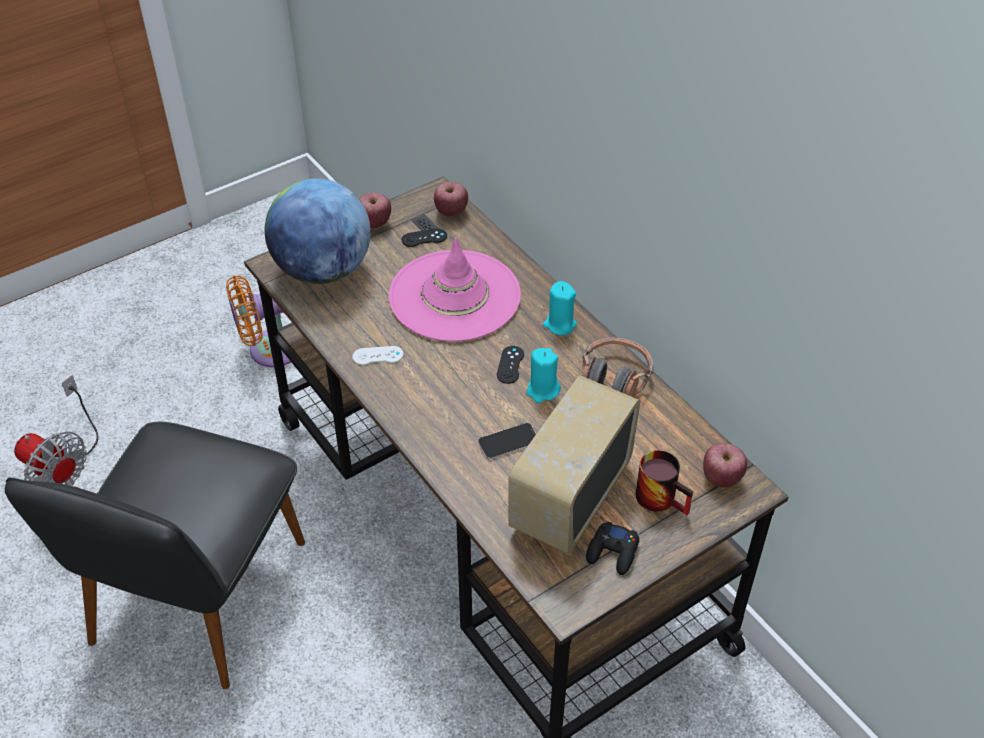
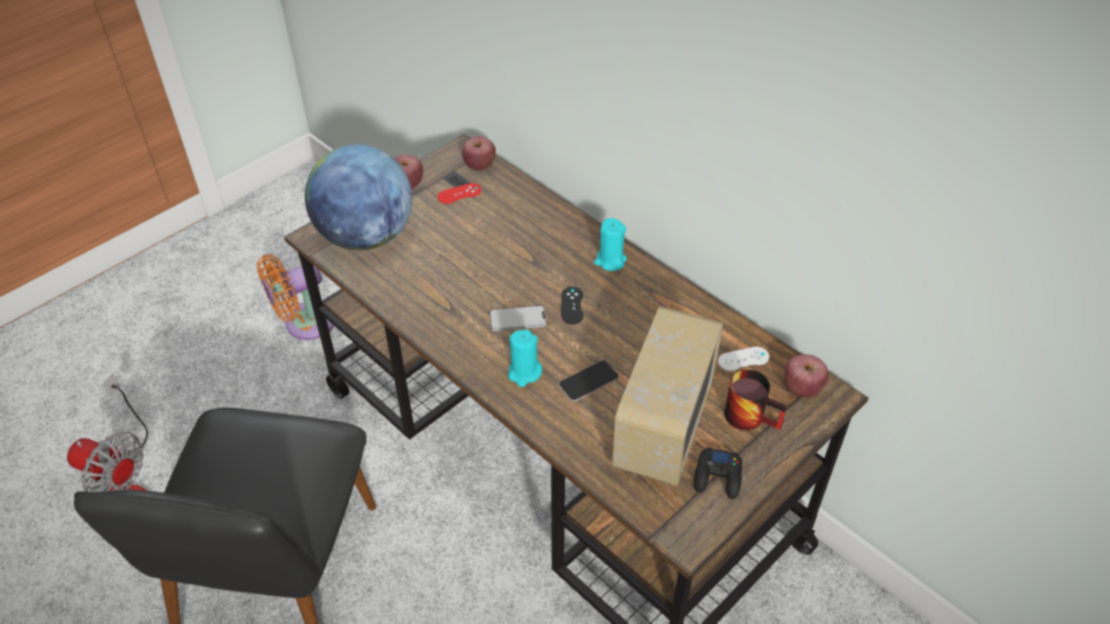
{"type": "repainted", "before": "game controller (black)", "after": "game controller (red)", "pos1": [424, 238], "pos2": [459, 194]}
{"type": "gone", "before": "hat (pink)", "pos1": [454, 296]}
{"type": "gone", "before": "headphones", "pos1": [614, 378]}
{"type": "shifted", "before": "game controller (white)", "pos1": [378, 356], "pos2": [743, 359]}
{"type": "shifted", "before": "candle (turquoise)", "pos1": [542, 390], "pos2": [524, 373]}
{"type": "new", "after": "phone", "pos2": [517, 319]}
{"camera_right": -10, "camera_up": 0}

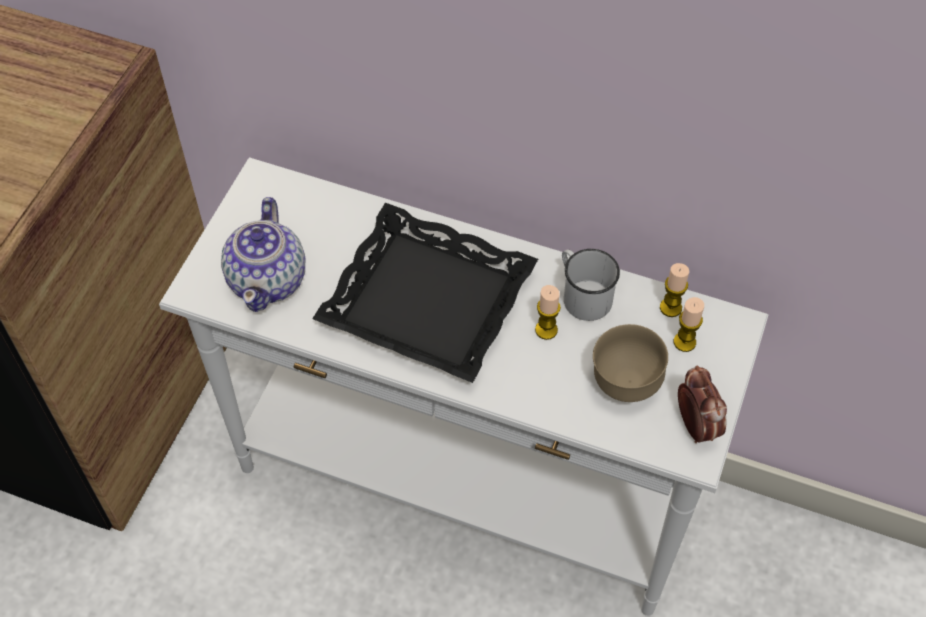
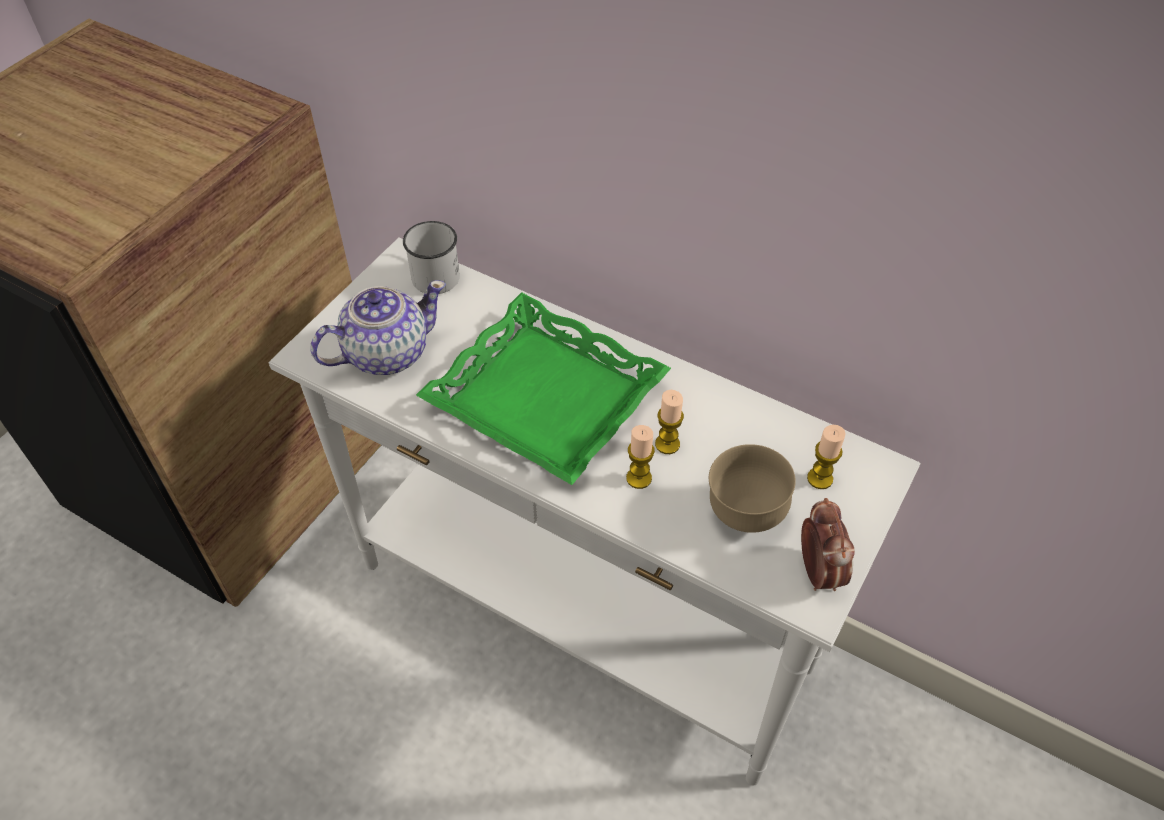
{"type": "rotated", "before": "teapot", "pos1": [268, 279], "pos2": [385, 353], "turn": -135}
{"type": "repainted", "before": "tray (black)", "after": "tray (green)", "pos1": [426, 302], "pos2": [544, 398]}
{"type": "shifted", "before": "mug (white)", "pos1": [582, 295], "pos2": [433, 272]}
{"type": "shifted", "before": "candle", "pos1": [670, 308], "pos2": [639, 478]}
{"camera_right": 10, "camera_up": -5}

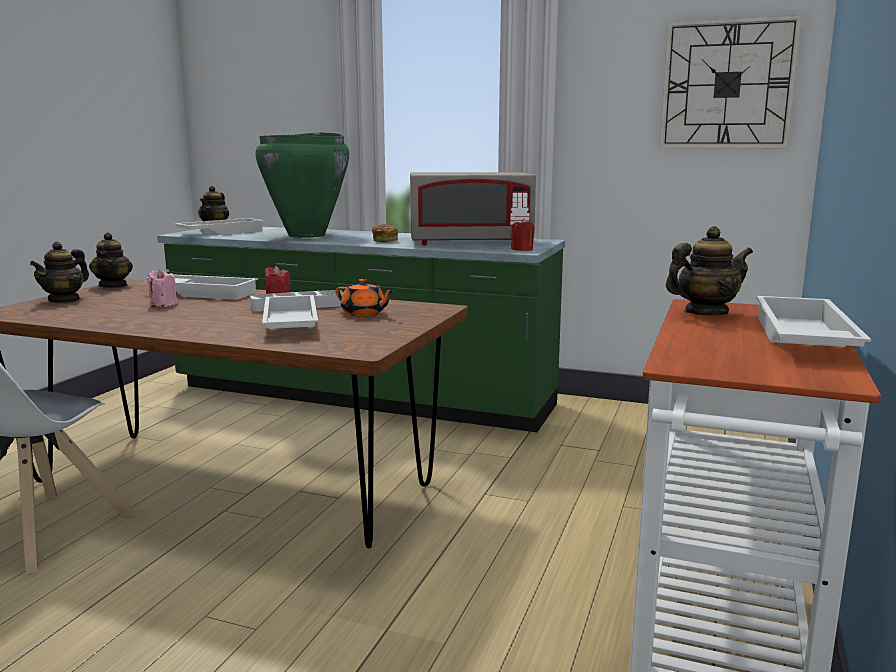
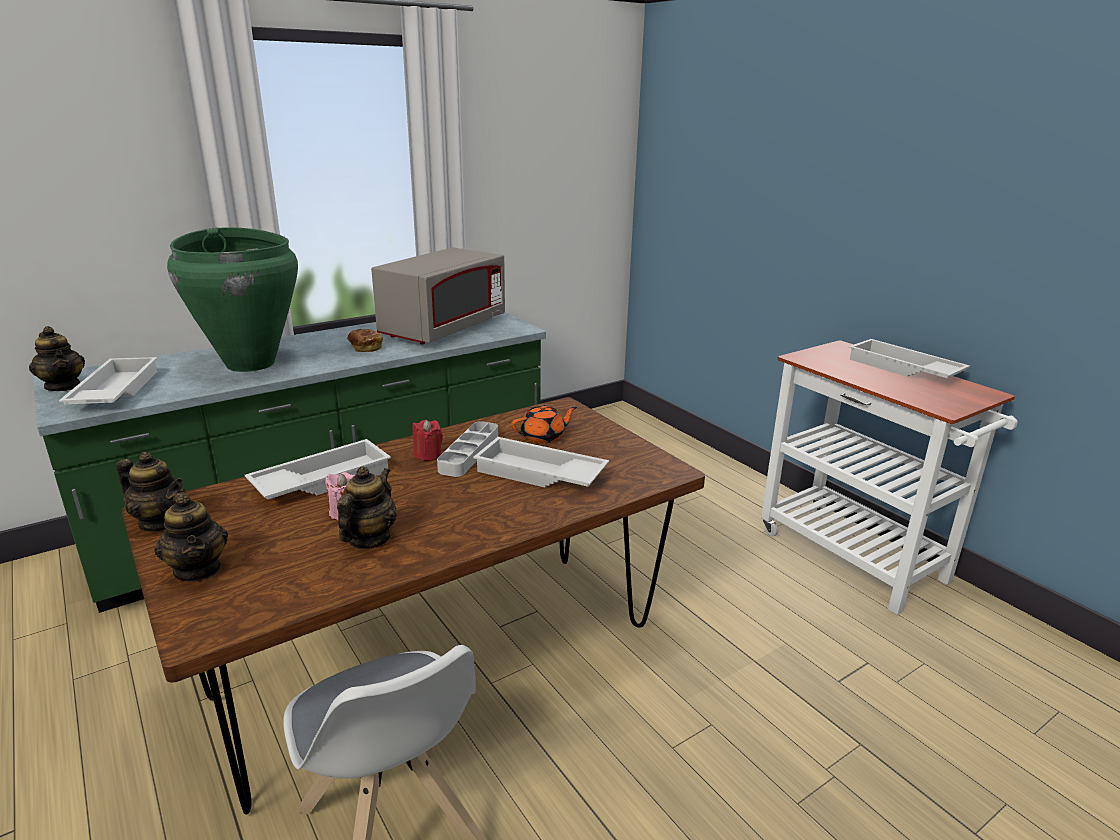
{"type": "gone", "before": "wall clock", "pos1": [727, 85]}
{"type": "gone", "before": "candle (red)", "pos1": [522, 249]}
{"type": "shifted", "before": "teapot", "pos1": [705, 313], "pos2": [369, 539]}
{"camera_right": -55, "camera_up": 10}

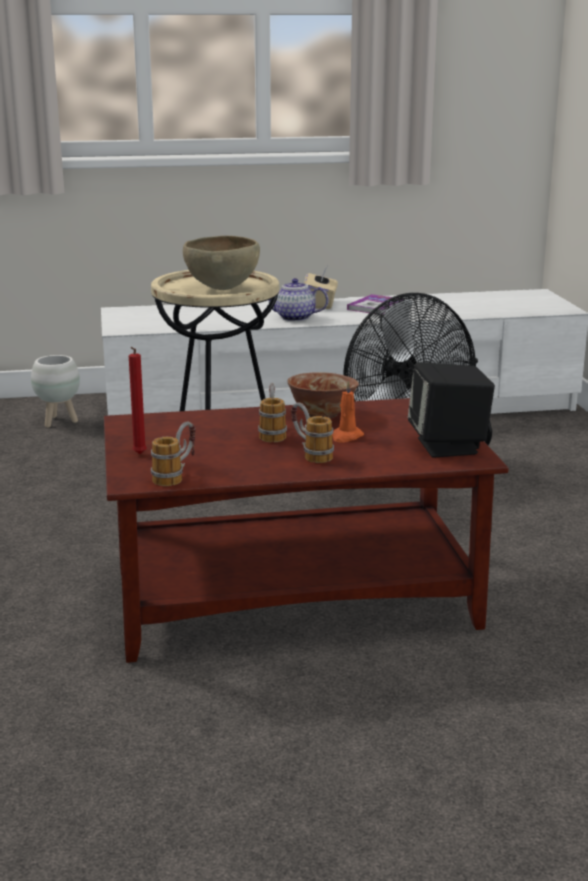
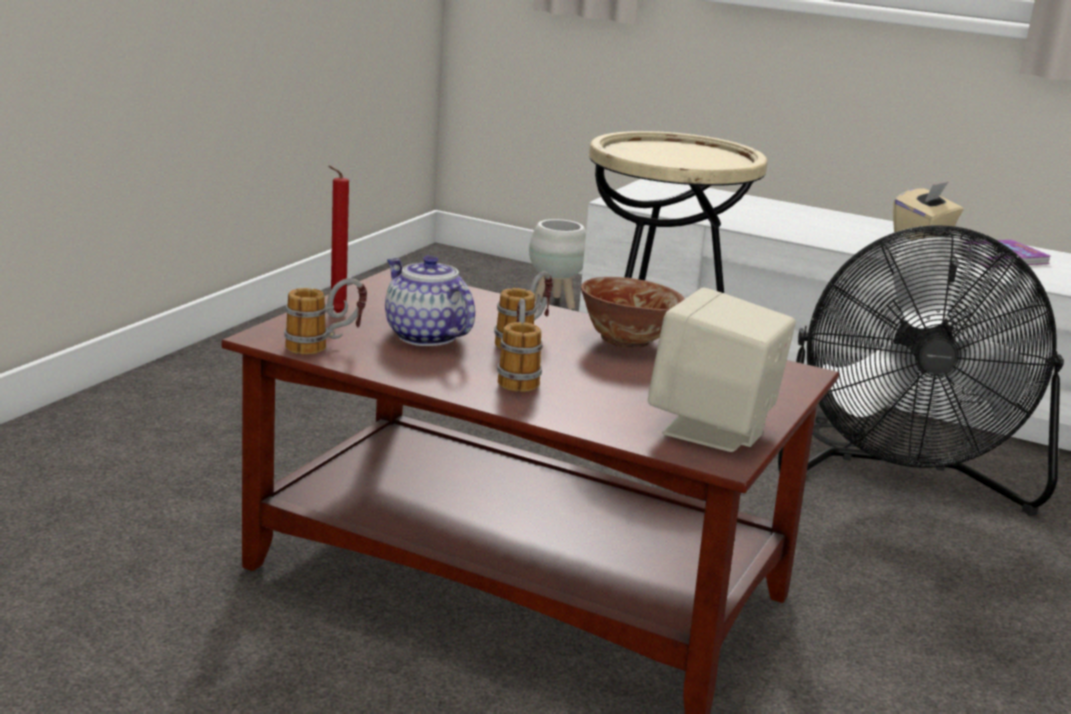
{"type": "gone", "before": "bowl (brown)", "pos1": [222, 289]}
{"type": "shifted", "before": "teapot", "pos1": [294, 318], "pos2": [424, 336]}
{"type": "repainted", "before": "speaker (black)", "after": "speaker (beige)", "pos1": [448, 446], "pos2": [713, 430]}
{"type": "gone", "before": "candle (orange)", "pos1": [346, 437]}
{"camera_right": 35, "camera_up": 0}

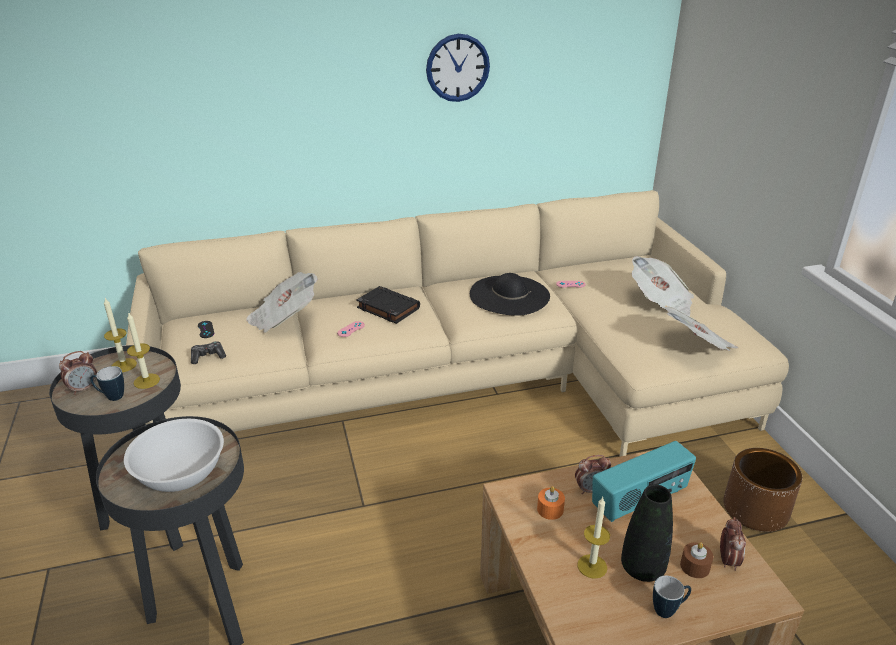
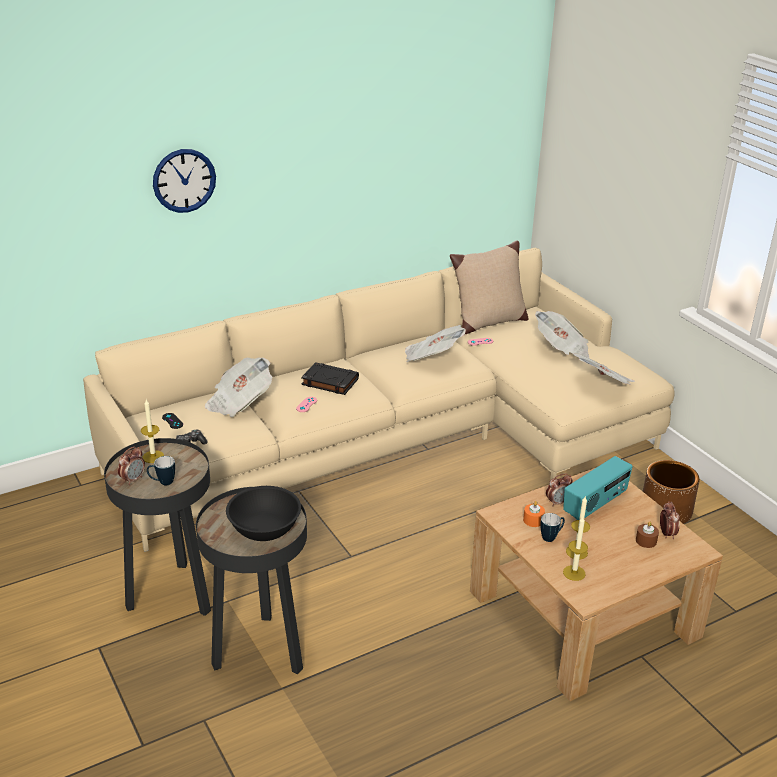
{"type": "shifted", "before": "wall clock", "pos1": [457, 68], "pos2": [184, 180]}
{"type": "swapped", "before": "hat (black)", "after": "newspaper", "pos1": [509, 295], "pos2": [432, 358]}
{"type": "shifted", "before": "candle", "pos1": [146, 381], "pos2": [574, 573]}
{"type": "repainted", "before": "bowl (white)", "after": "bowl (black)", "pos1": [180, 474], "pos2": [264, 529]}
{"type": "gone", "before": "vase (black)", "pos1": [642, 568]}
{"type": "shifted", "before": "mug", "pos1": [668, 610], "pos2": [551, 537]}
{"type": "new", "after": "pillow (beige)", "pos2": [488, 322]}
{"camera_right": -15, "camera_up": 0}

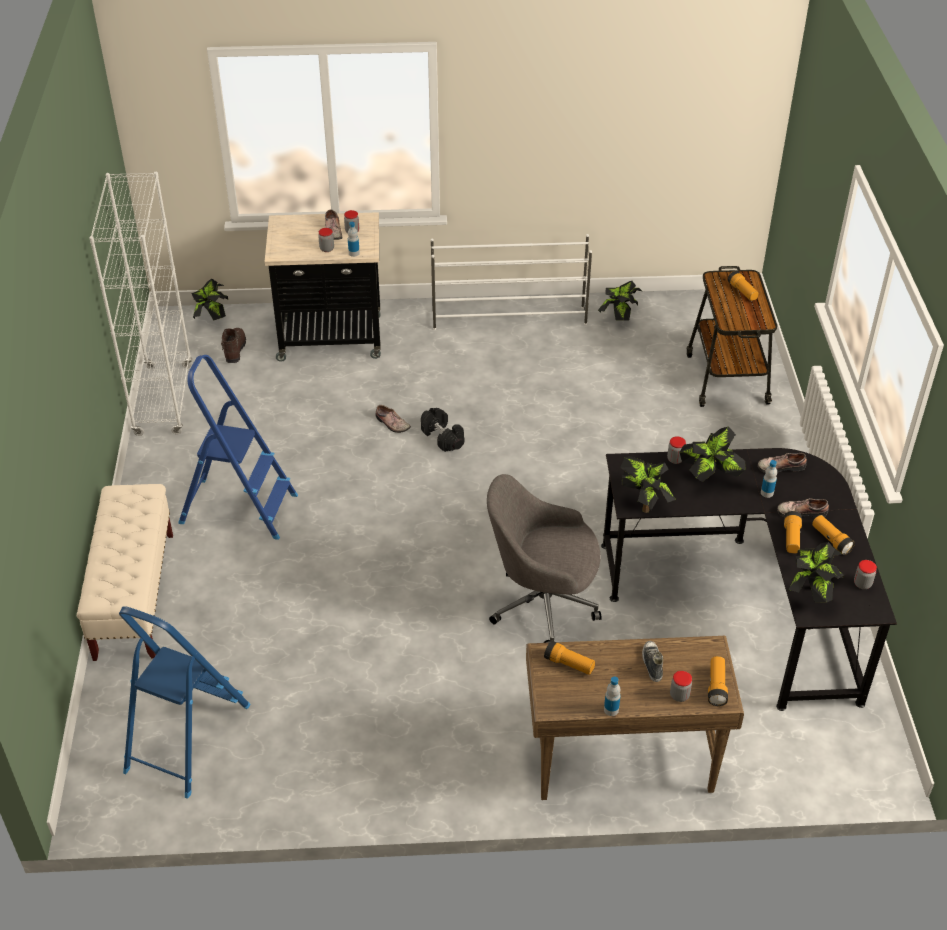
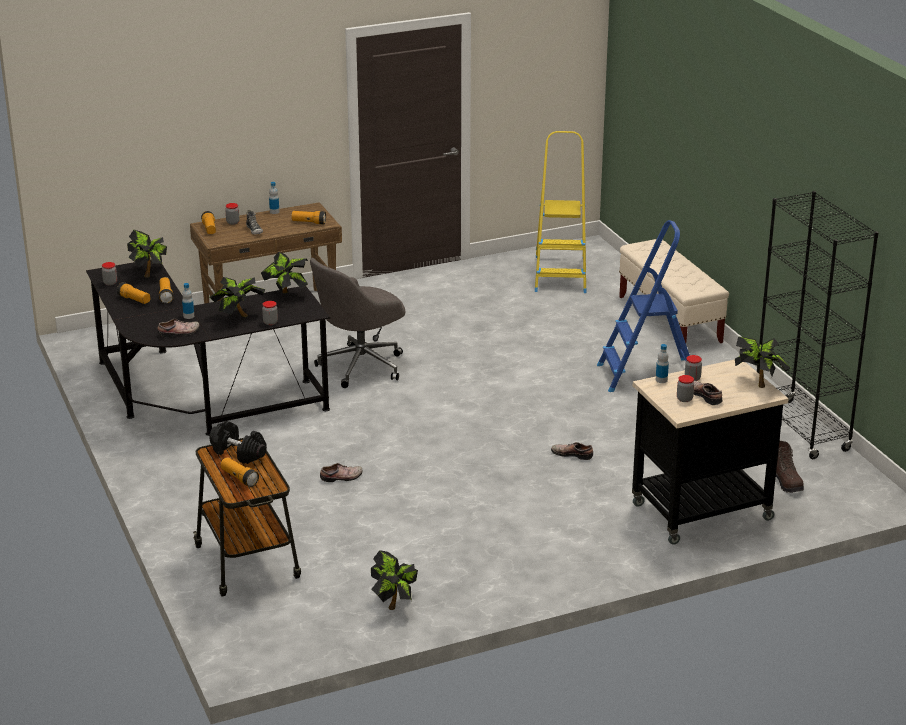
{"type": "repainted", "before": "bookcase (white)", "after": "bookcase (black)", "pos1": [164, 400], "pos2": [801, 430]}
{"type": "gone", "before": "shoe rack (white)", "pos1": [510, 318]}
{"type": "shifted", "before": "potted plant", "pos1": [212, 318], "pos2": [758, 382]}
{"type": "shifted", "before": "dumbbell (black)", "pos1": [443, 437], "pos2": [238, 453]}
{"type": "rotated", "before": "office chair (grey)", "pos1": [542, 607], "pos2": [360, 367], "turn": 150}
{"type": "shifted", "before": "shoe", "pos1": [801, 511], "pos2": [342, 477]}
{"type": "repainted", "before": "step ladder (blue)", "after": "step ladder (yellow)", "pos1": [189, 736], "pos2": [560, 274]}
{"camera_right": 160, "camera_up": -15}

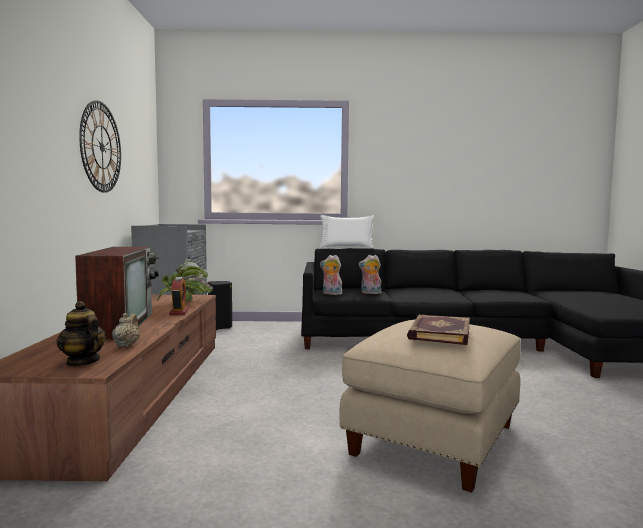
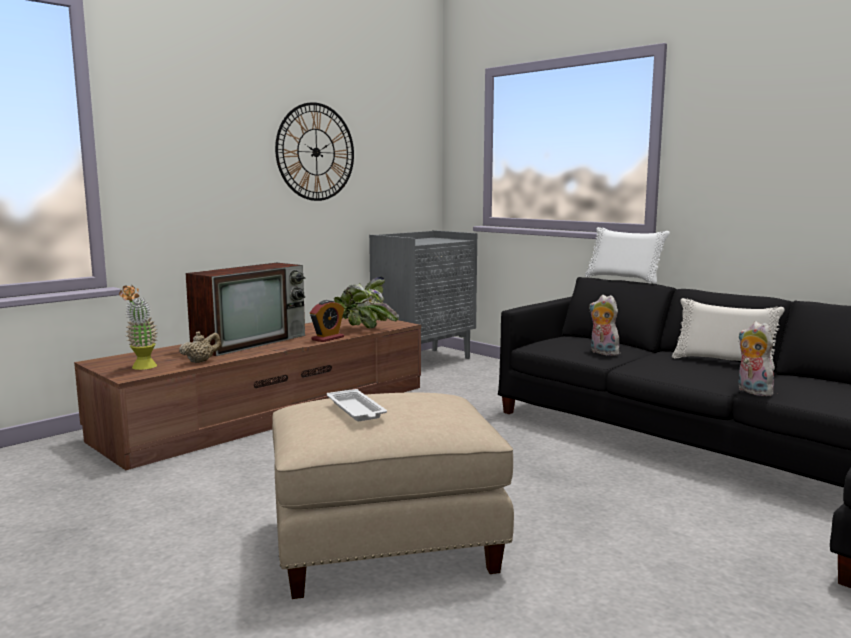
{"type": "shifted", "before": "plush toy", "pos1": [331, 294], "pos2": [751, 391]}
{"type": "gone", "before": "speaker (black)", "pos1": [220, 327]}
{"type": "swapped", "before": "teapot", "after": "potted plant", "pos1": [82, 362], "pos2": [142, 368]}
{"type": "swapped", "before": "book", "after": "tray (white)", "pos1": [438, 332], "pos2": [356, 410]}
{"type": "new", "after": "pillow (white)", "pos2": [723, 362]}
{"camera_right": 45, "camera_up": 5}

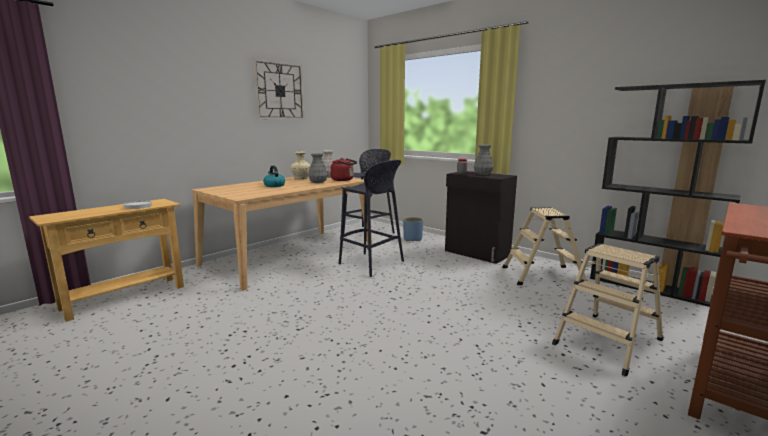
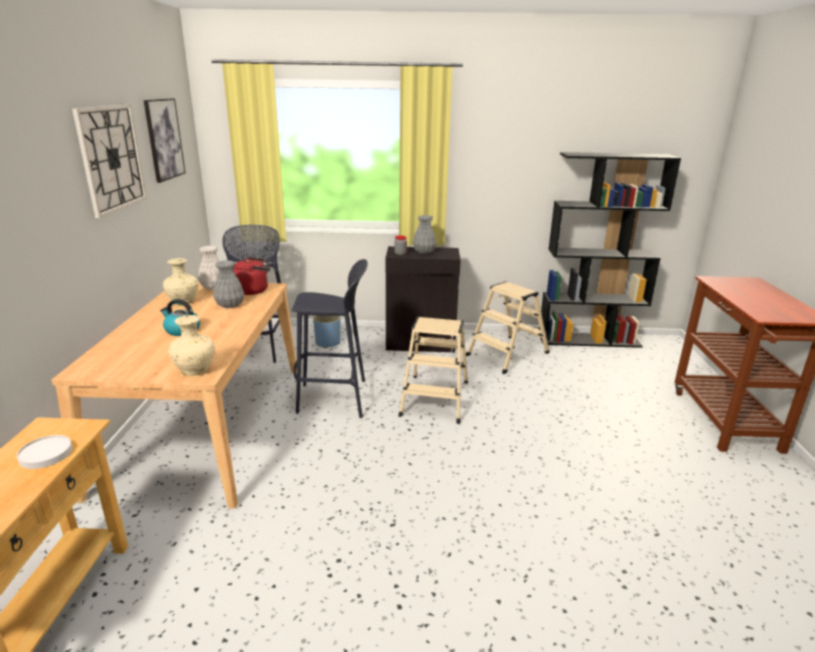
{"type": "shifted", "before": "step ladder (beige)", "pos1": [608, 341], "pos2": [435, 397]}
{"type": "new", "after": "picture", "pos2": [164, 139]}
{"type": "new", "after": "vase (beige)", "pos2": [196, 370]}
{"camera_right": -40, "camera_up": 10}

